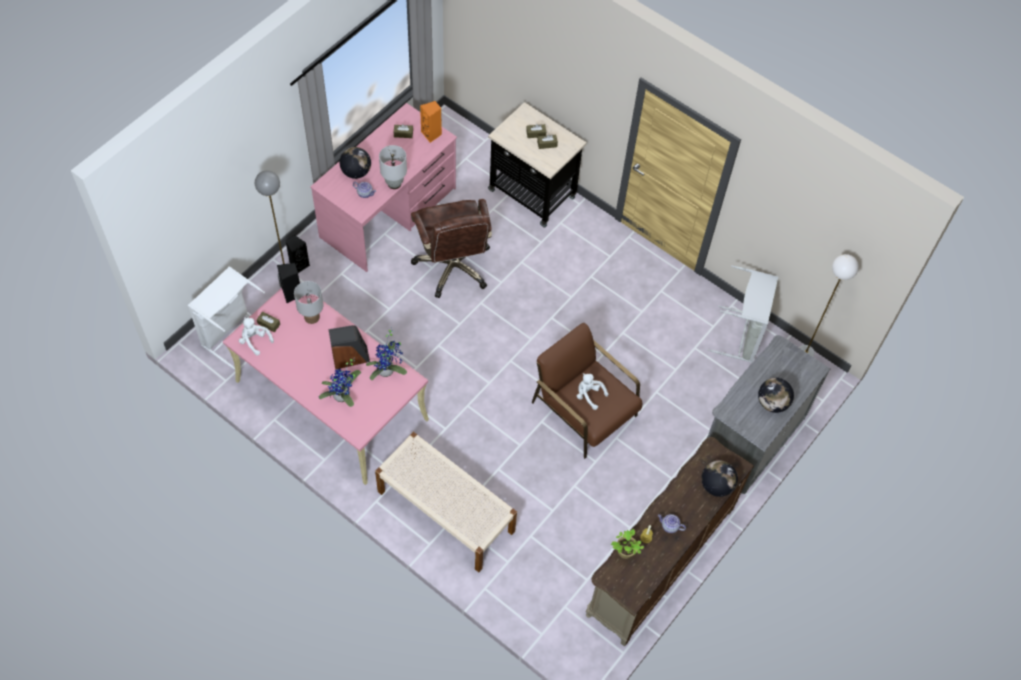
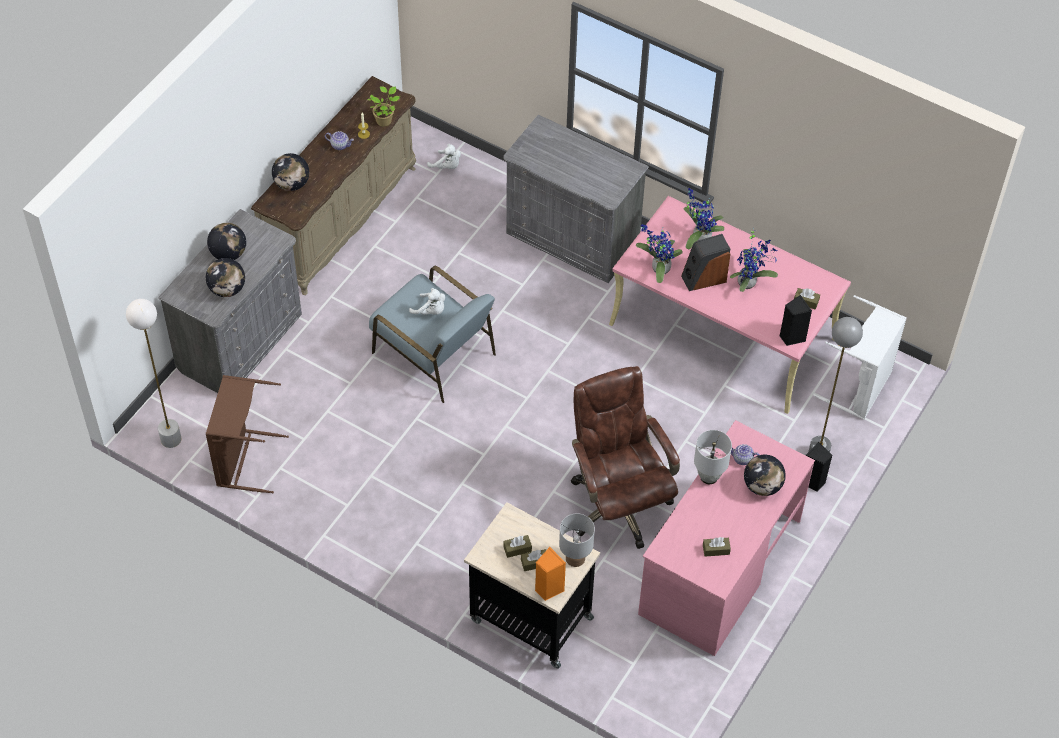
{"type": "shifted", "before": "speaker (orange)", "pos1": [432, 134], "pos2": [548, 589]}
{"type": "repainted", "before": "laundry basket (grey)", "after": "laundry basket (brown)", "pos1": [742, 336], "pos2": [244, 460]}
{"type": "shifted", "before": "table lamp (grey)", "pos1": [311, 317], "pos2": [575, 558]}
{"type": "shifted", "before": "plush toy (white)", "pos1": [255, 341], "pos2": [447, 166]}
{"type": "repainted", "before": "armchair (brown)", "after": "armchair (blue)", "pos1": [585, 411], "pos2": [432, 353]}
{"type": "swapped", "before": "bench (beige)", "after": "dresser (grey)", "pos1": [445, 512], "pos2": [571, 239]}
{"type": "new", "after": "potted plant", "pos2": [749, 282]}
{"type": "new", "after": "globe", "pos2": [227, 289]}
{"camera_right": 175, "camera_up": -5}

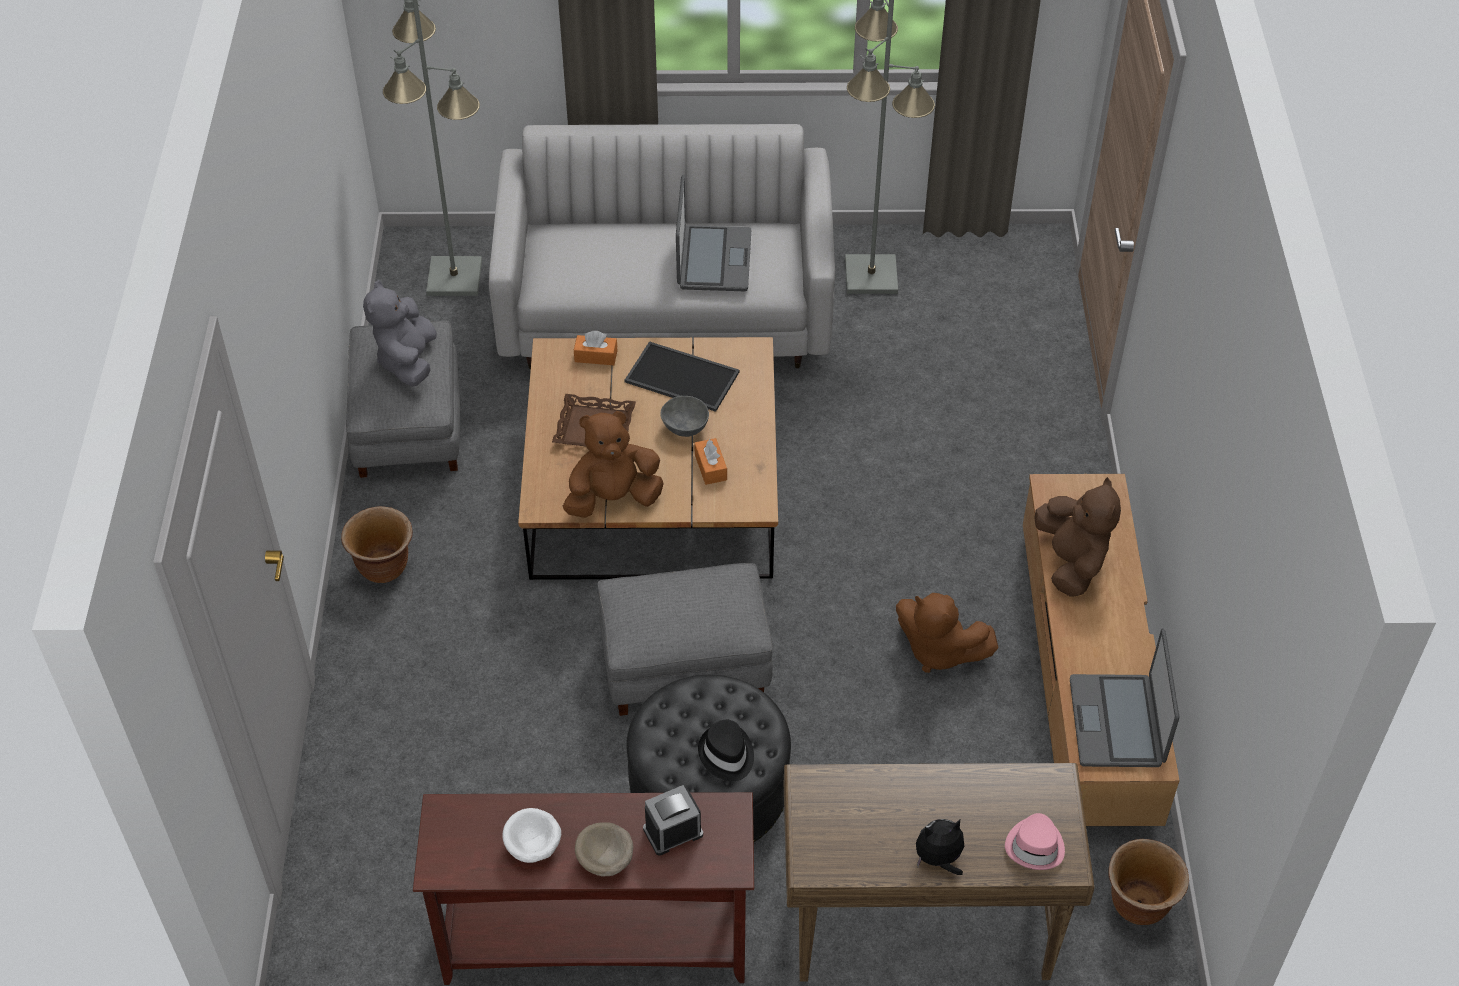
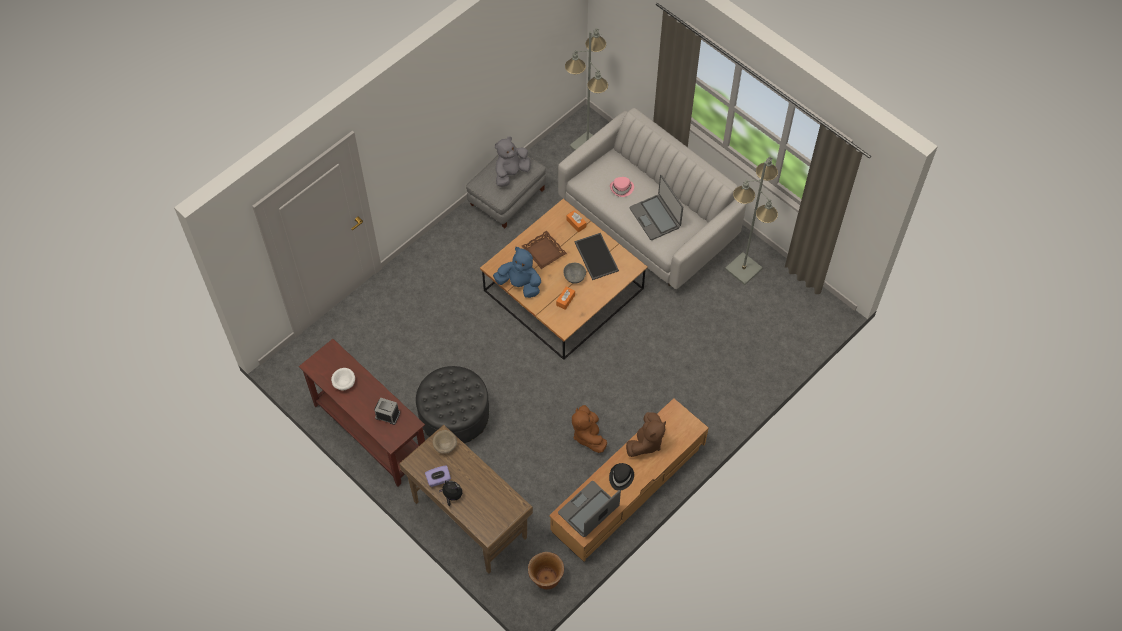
{"type": "rotated", "before": "laptop", "pos1": [713, 260], "pos2": [655, 217], "turn": 105}
{"type": "repainted", "before": "plush toy (brown)", "after": "plush toy (blue)", "pos1": [613, 498], "pos2": [520, 284]}
{"type": "gone", "before": "planter (brown)", "pos1": [384, 568]}
{"type": "gone", "before": "ottoman (grey)", "pos1": [684, 665]}
{"type": "shifted", "before": "hat (black)", "pos1": [726, 754], "pos2": [620, 477]}
{"type": "shifted", "before": "hat (pink)", "pos1": [1035, 846], "pos2": [622, 188]}
{"type": "shifted", "before": "bowl (beige)", "pos1": [605, 861], "pos2": [445, 446]}
{"type": "new", "after": "tissue box (purple)", "pos2": [438, 479]}
{"camera_right": 45, "camera_up": 10}

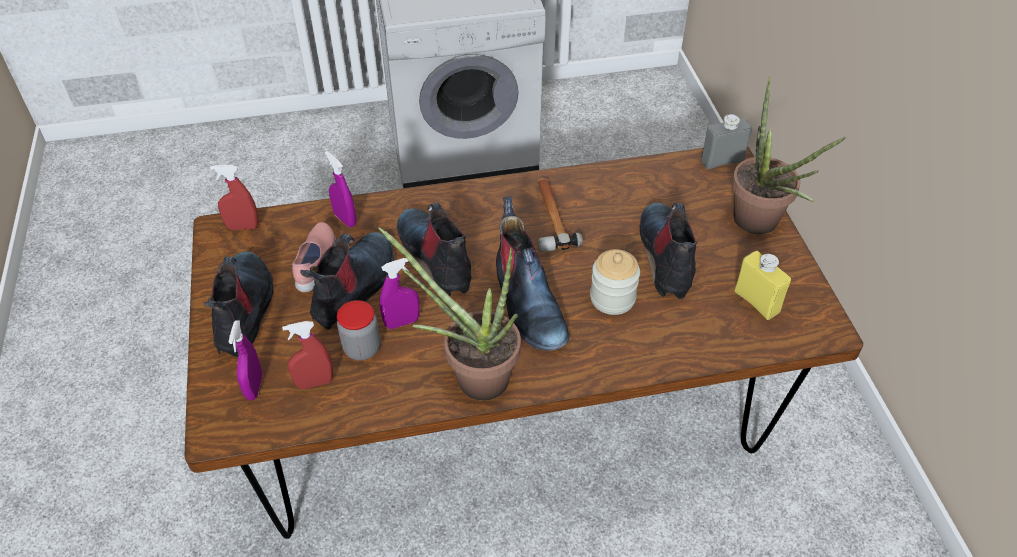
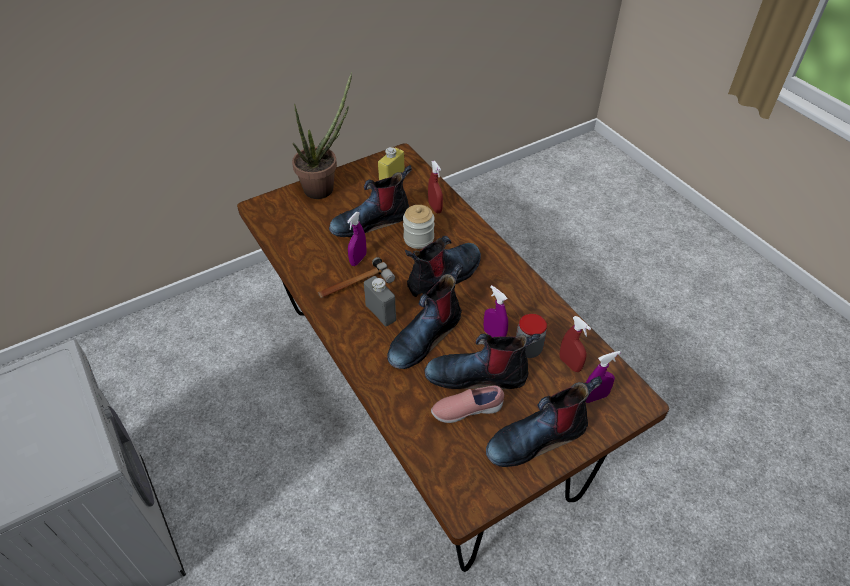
{"type": "shifted", "before": "bottle (grey)", "pos1": [722, 161], "pos2": [380, 313]}
{"type": "shifted", "before": "spray bottle (purple)", "pos1": [345, 219], "pos2": [358, 259]}
{"type": "shifted", "before": "spray bottle (red)", "pos1": [243, 227], "pos2": [435, 208]}
{"type": "gone", "before": "potted plant", "pos1": [471, 376]}
{"camera_right": -110, "camera_up": 0}

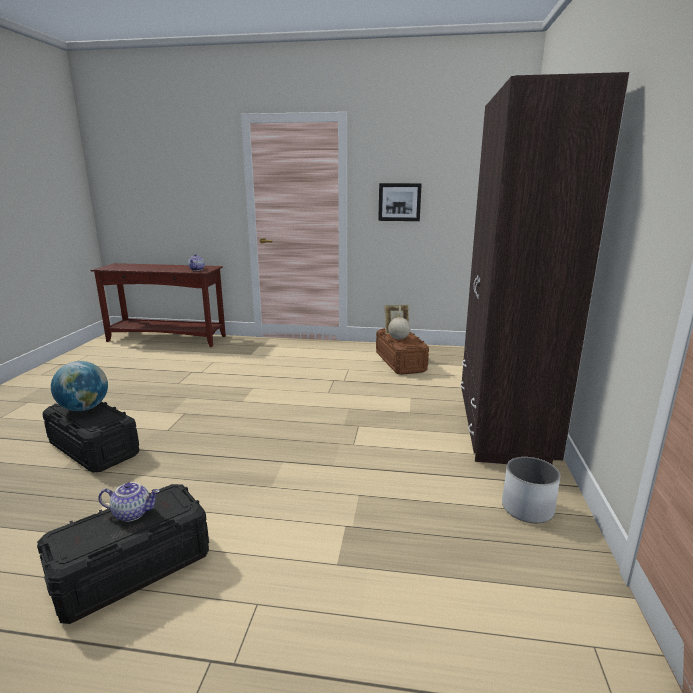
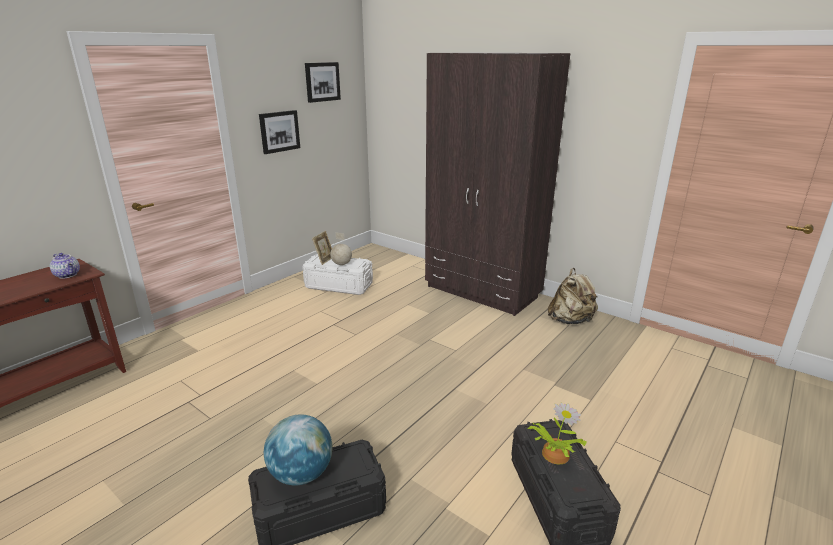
{"type": "repainted", "before": "storage box (brown)", "after": "storage box (white)", "pos1": [400, 362], "pos2": [338, 285]}
{"type": "swapped", "before": "planter (white)", "after": "backpack (beige)", "pos1": [527, 508], "pos2": [570, 320]}
{"type": "swapped", "before": "teapot", "after": "potted plant", "pos1": [133, 513], "pos2": [554, 454]}
{"type": "new", "after": "picture", "pos2": [322, 82]}
{"camera_right": -60, "camera_up": 5}

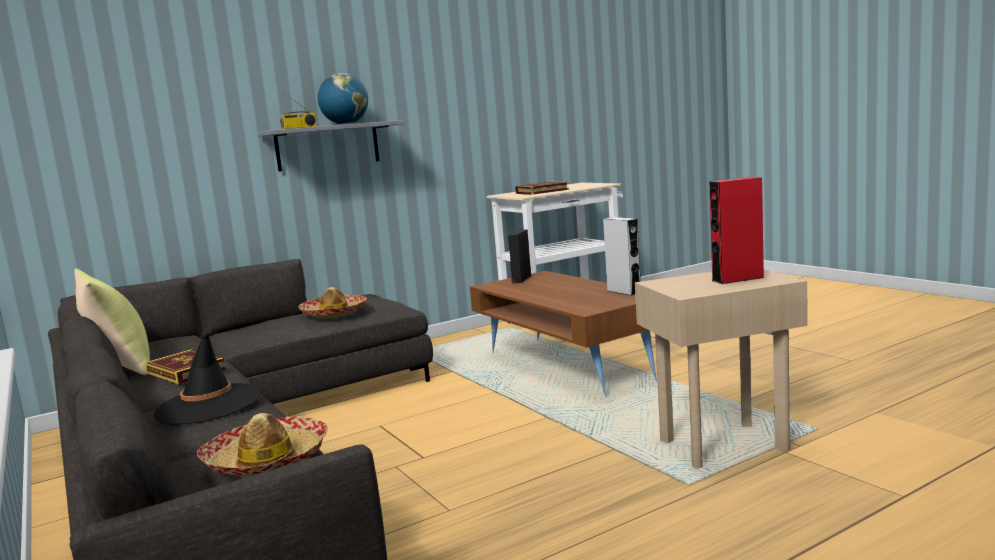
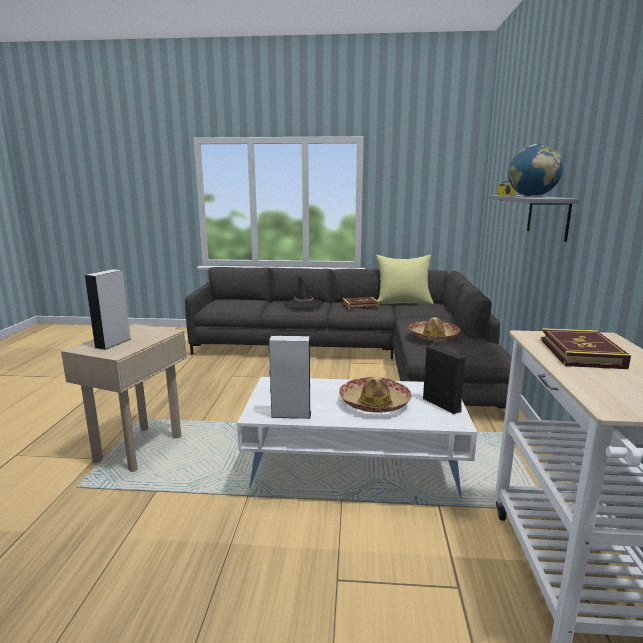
{"type": "repainted", "before": "speaker (red)", "after": "speaker (grey)", "pos1": [737, 279], "pos2": [113, 343]}
{"type": "repainted", "before": "coffee table (brown)", "after": "coffee table (white)", "pos1": [566, 366], "pos2": [354, 474]}
{"type": "shifted", "before": "hat", "pos1": [267, 460], "pos2": [374, 403]}
{"camera_right": 125, "camera_up": 5}

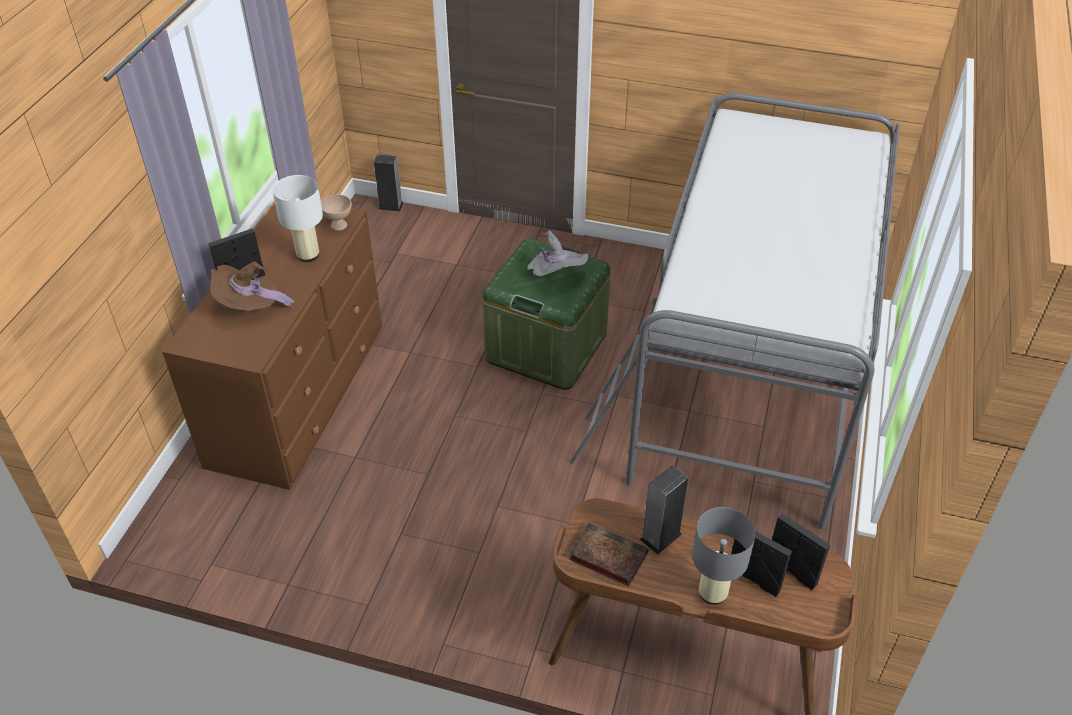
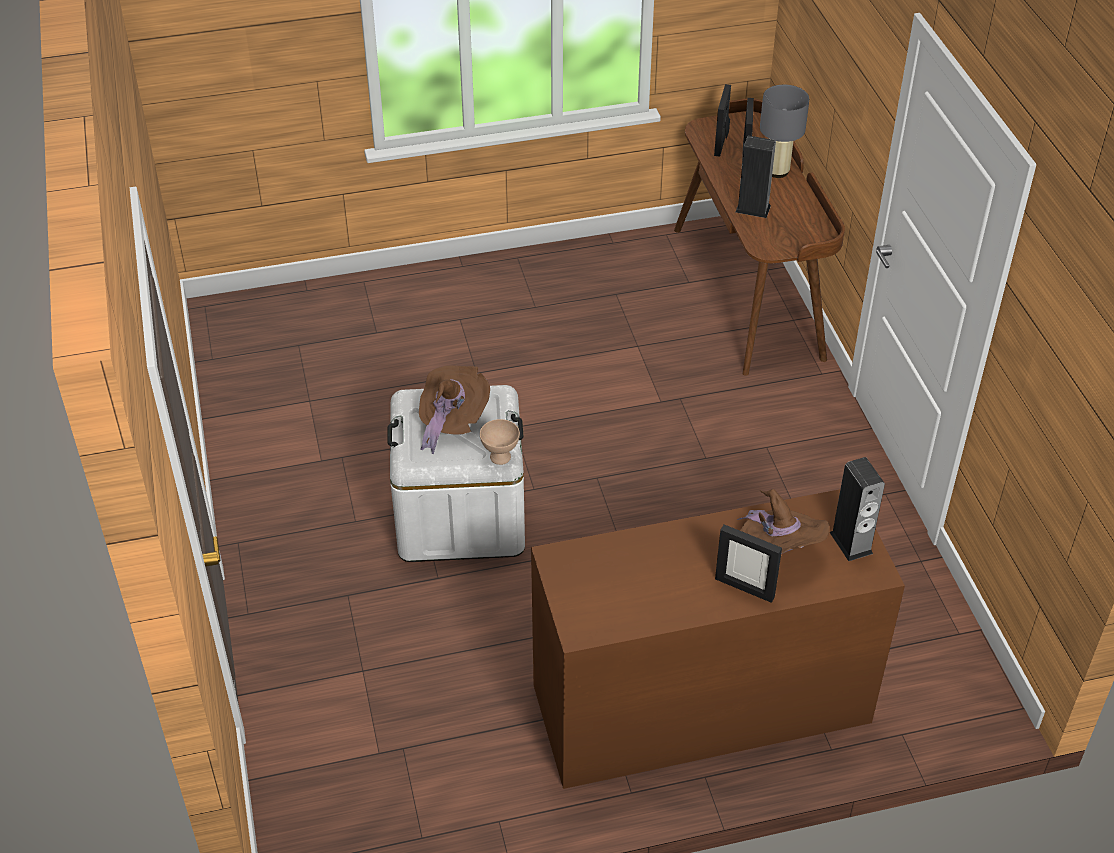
{"type": "gone", "before": "bed (grey)", "pos1": [745, 381]}
{"type": "shifted", "before": "speaker", "pos1": [391, 206], "pos2": [851, 543]}
{"type": "gone", "before": "table lamp (white)", "pos1": [308, 255]}
{"type": "shifted", "before": "bowl (beige)", "pos1": [339, 225], "pos2": [499, 457]}
{"type": "repainted", "before": "hat (grey)", "after": "hat (brown)", "pos1": [556, 277], "pos2": [451, 421]}
{"type": "repainted", "before": "storage box (green)", "after": "storage box (white)", "pos1": [546, 347], "pos2": [460, 514]}
{"type": "gone", "before": "book", "pos1": [606, 556]}
{"camera_right": -120, "camera_up": 0}

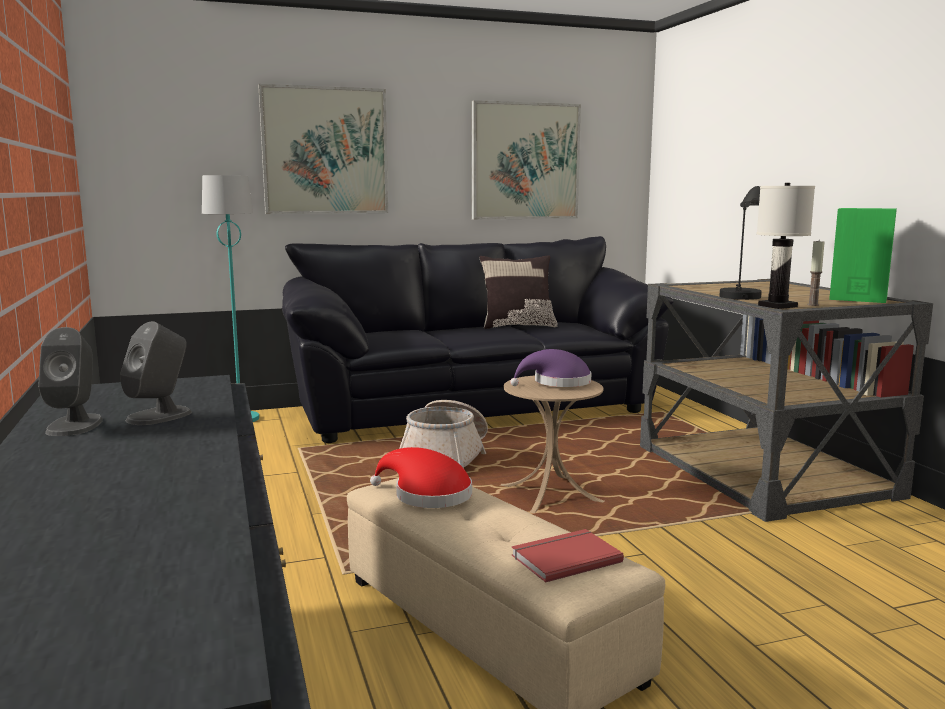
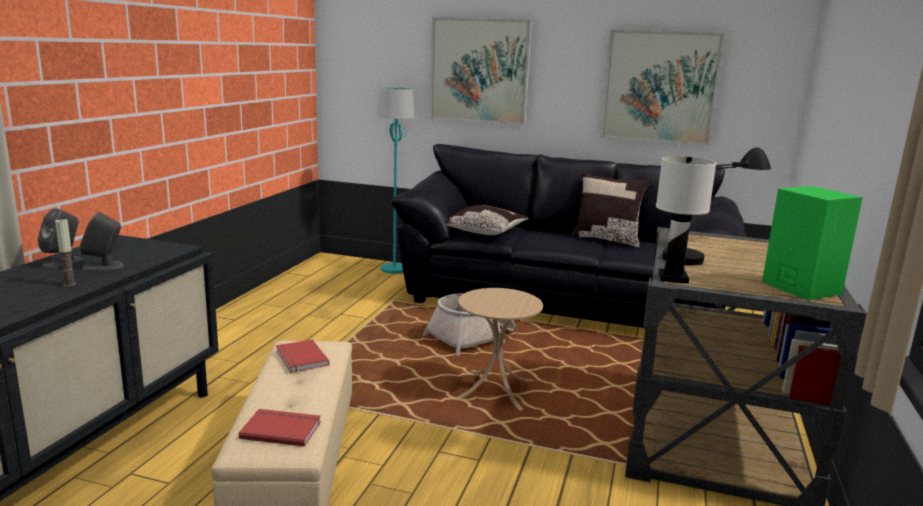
{"type": "shifted", "before": "candle", "pos1": [813, 305], "pos2": [69, 284]}
{"type": "gone", "before": "hat (purple)", "pos1": [557, 383]}
{"type": "swapped", "before": "hat (red)", "after": "book (red)", "pos1": [427, 495], "pos2": [300, 358]}
{"type": "new", "after": "pillow", "pos2": [486, 231]}
{"camera_right": 35, "camera_up": 5}

